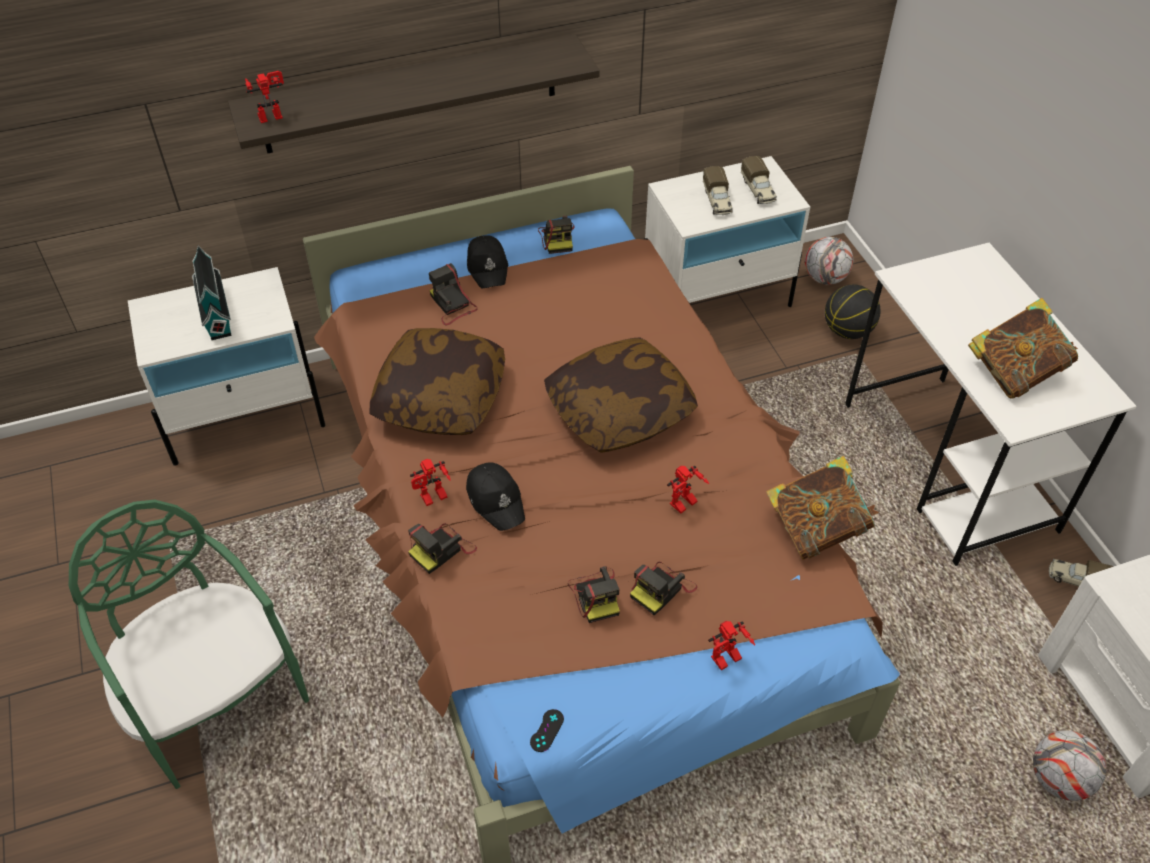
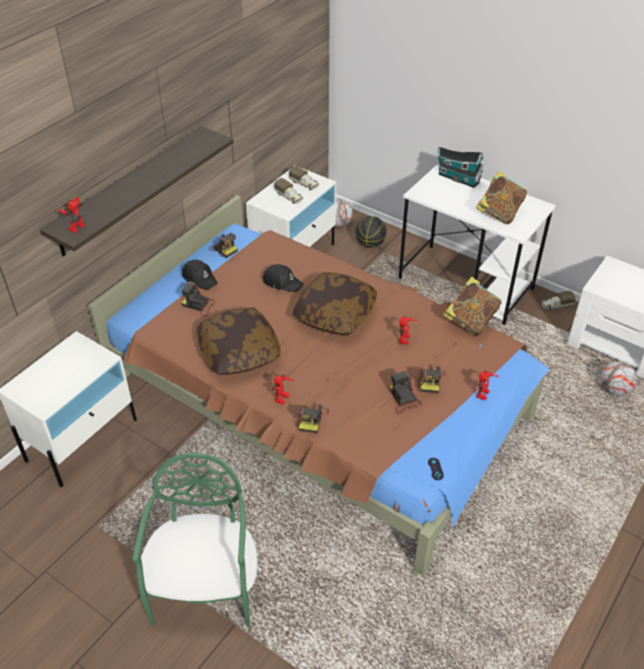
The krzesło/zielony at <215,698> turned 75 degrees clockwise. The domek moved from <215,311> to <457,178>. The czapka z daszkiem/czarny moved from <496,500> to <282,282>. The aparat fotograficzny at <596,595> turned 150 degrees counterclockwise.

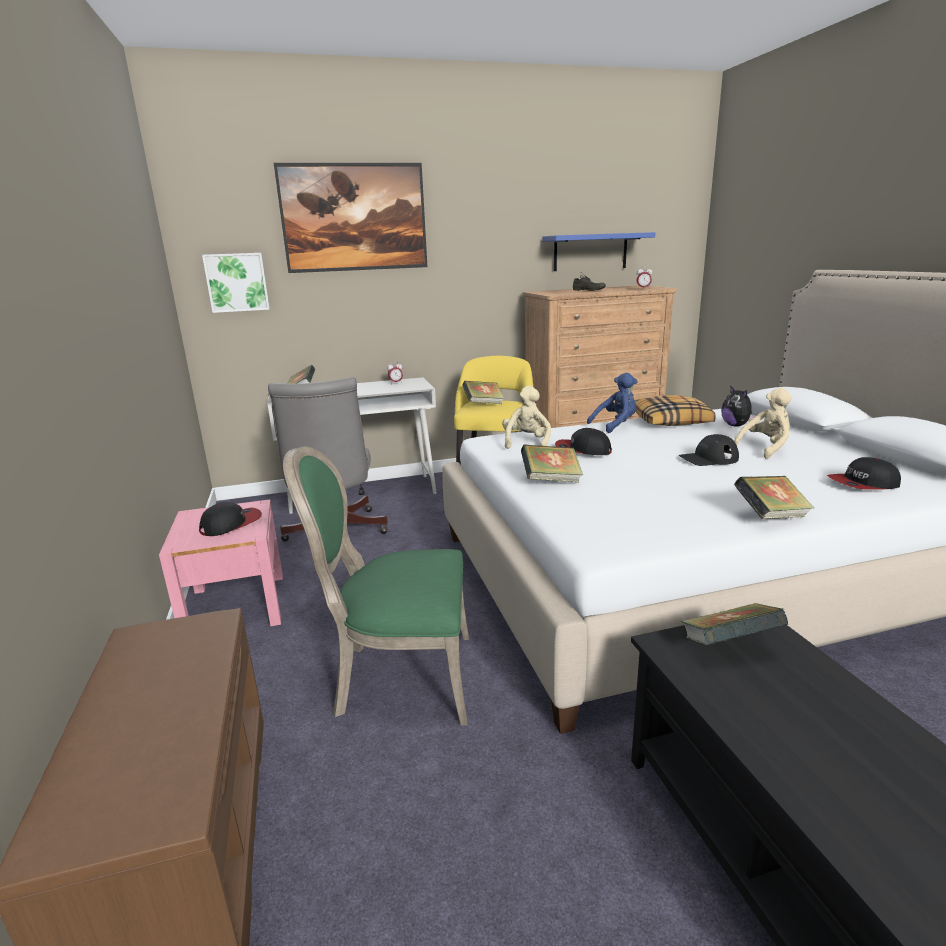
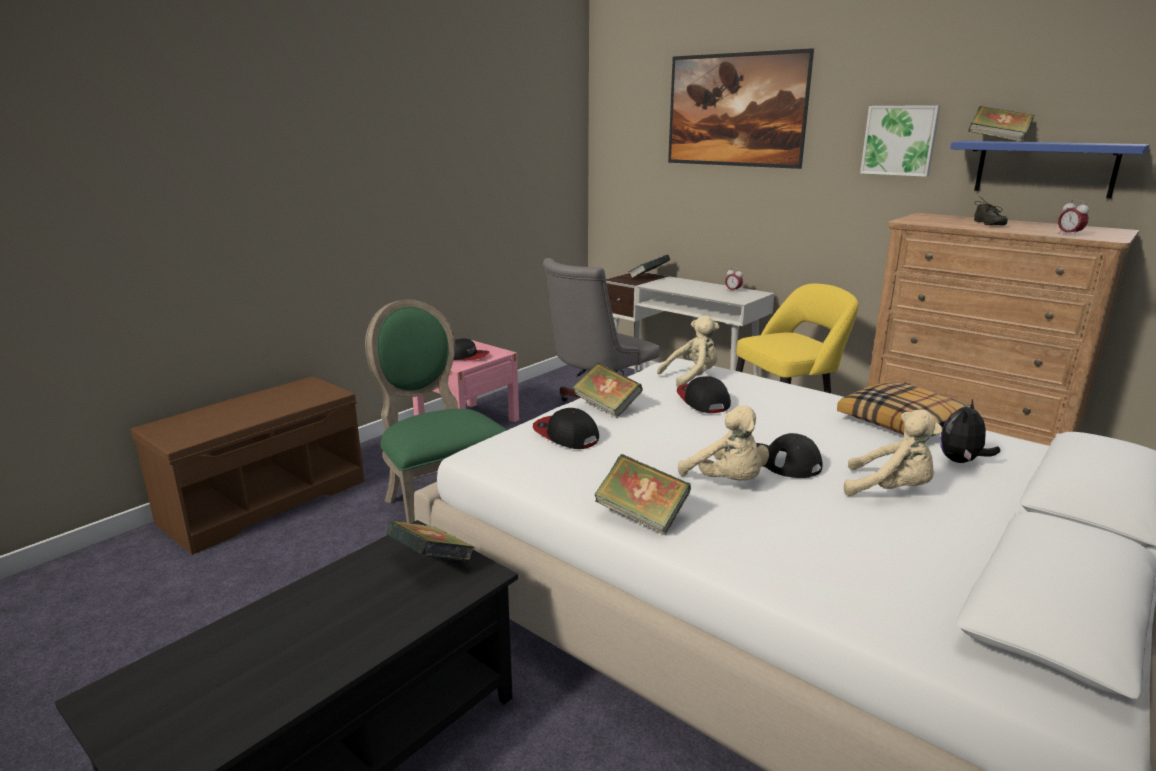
The obraz moved from <237,282> to <900,140>. The książka moved from <483,404> to <997,141>. The pluszak/niebieski at <615,425> disappeared. The czapka z daszkiem moved from <863,484> to <565,435>. The pluszak/beżowy at <727,482> appeared.

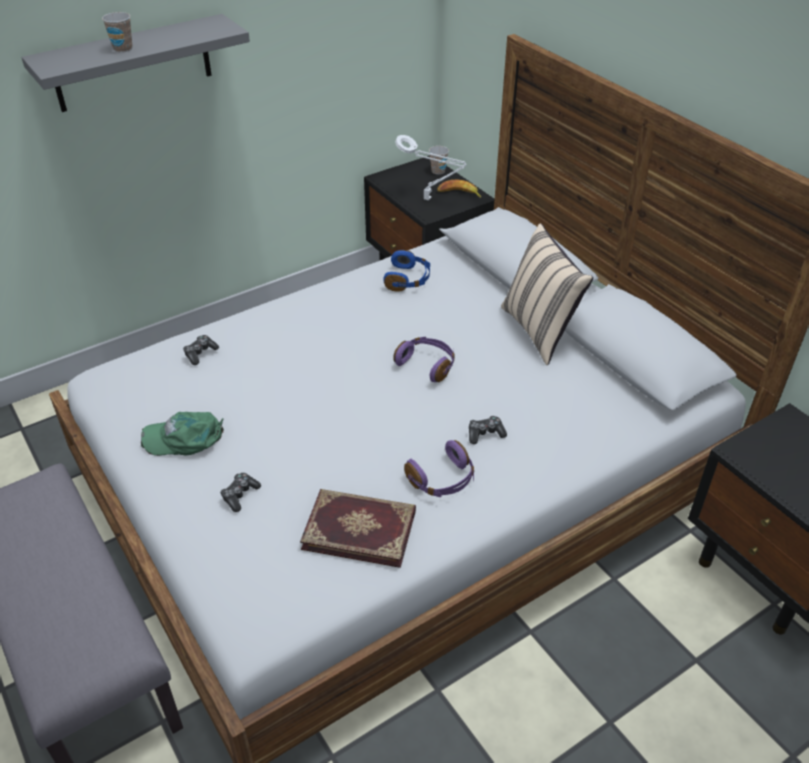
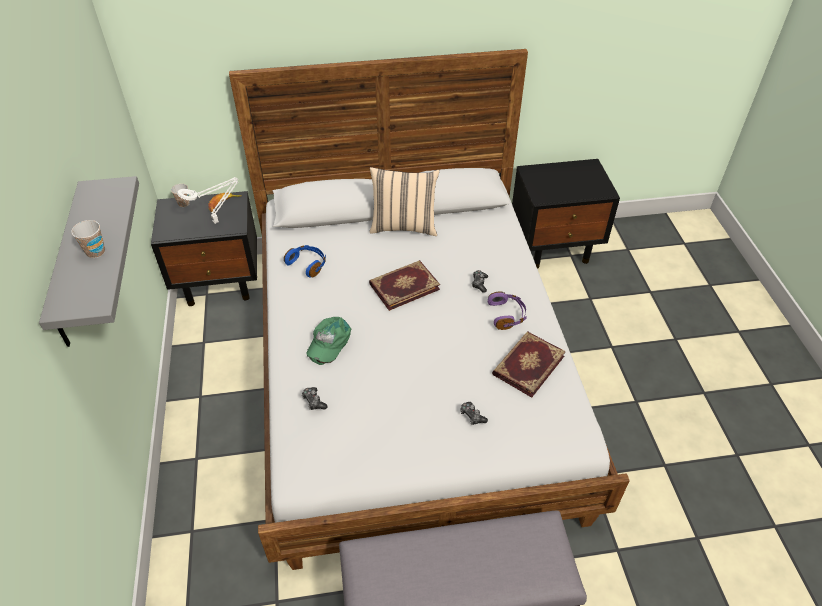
The czapka z daszkiem/zielony moved from <184,438> to <328,342>. The słuchawki/fioletowy at <427,364> was replaced by the książka at <404,286>.

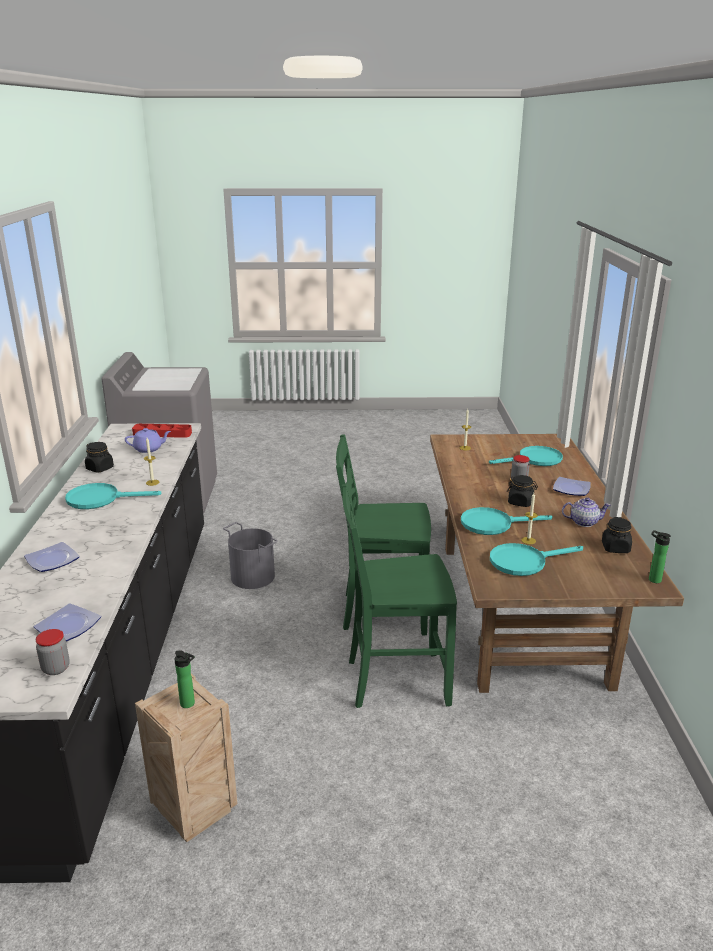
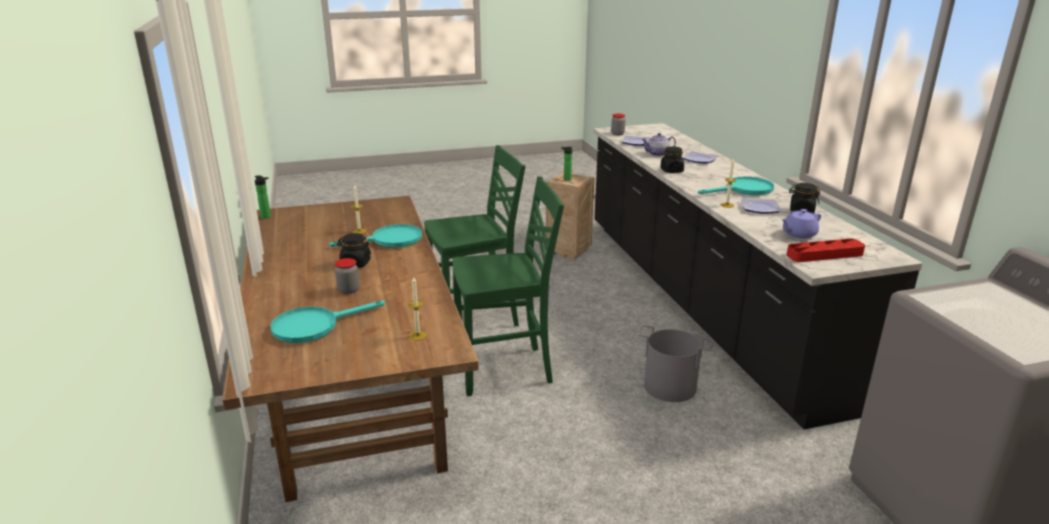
The patelnia/turkusowy at <524,561> disappeared. The talerz moved from <572,489> to <759,208>. The imbryk moved from <583,522> to <658,154>. The słoik/czarny moved from <615,548> to <671,171>.

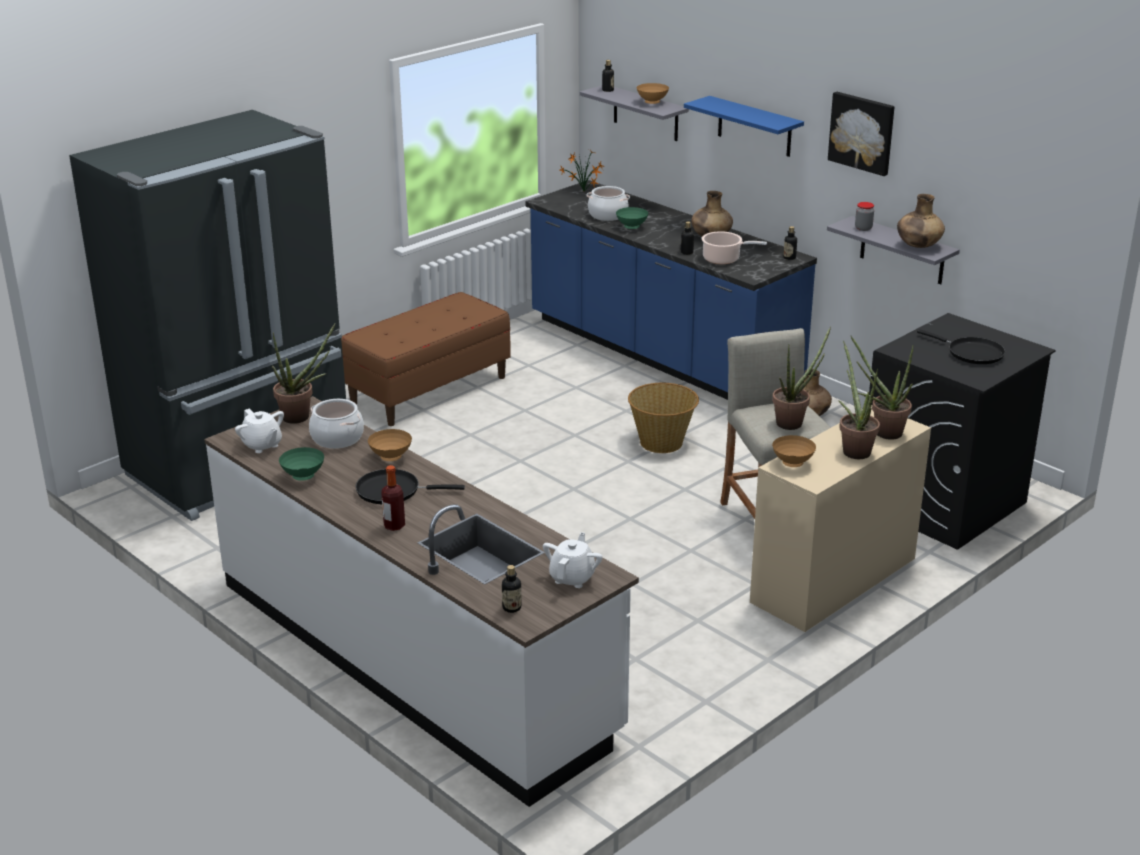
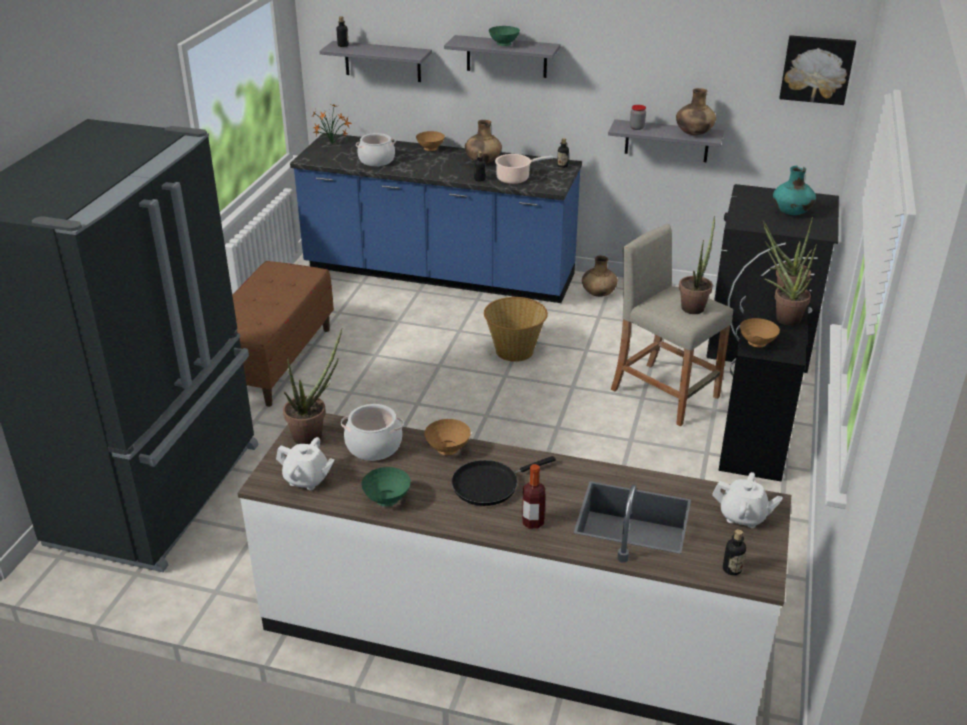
The imbryk/biały at <572,577> turned 120 degrees clockwise. The miska/zielony moved from <632,227> to <504,45>. The miska/brązowy moved from <652,102> to <431,149>. The półka/niebieski at <754,127> became the półka/szary at <506,56>. The biurko/beżowy at <834,580> became the biurko/czarny at <756,428>. The obraz moved from <862,132> to <816,69>. The patelnia/czarny at <971,353> was replaced by the wazon/turkusowy at <791,213>.

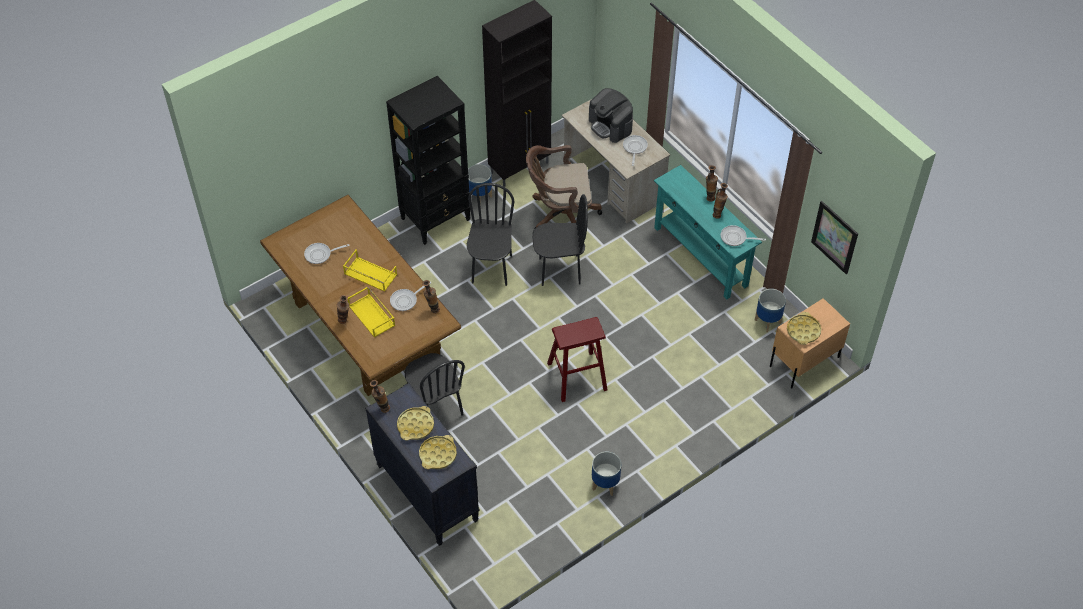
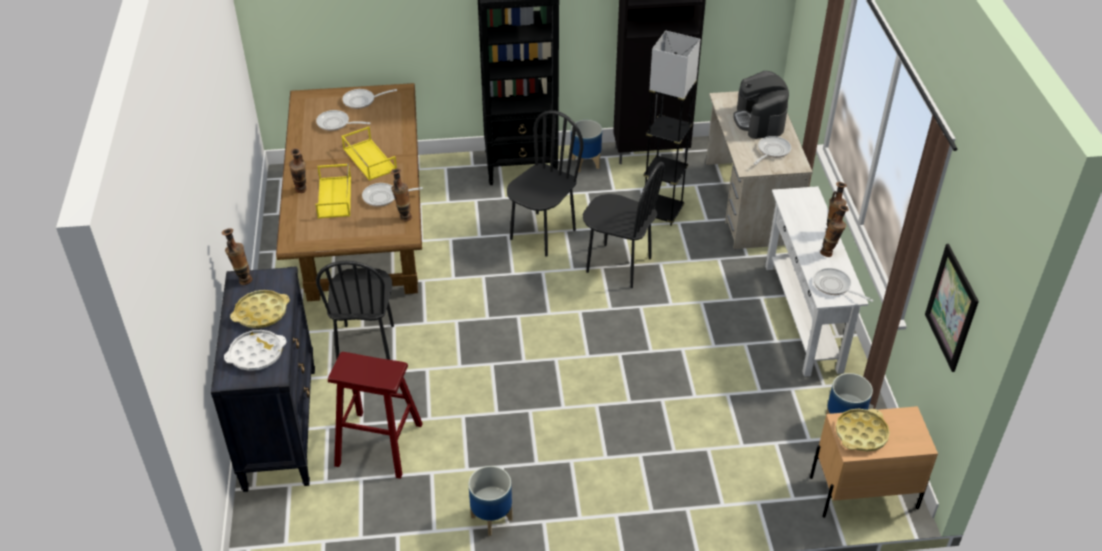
The taca/żółty at <438,454> became the taca/biały at <256,354>. The krzesło biurowe/brązowy at <560,215> was replaced by the lampa stojąca/szary at <662,212>. The stołek/czerwony moved from <577,376> to <379,444>. The stolik konsolowy/turkusowy at <701,256> became the stolik konsolowy/biały at <803,317>. The patelnia at <362,101> appeared.

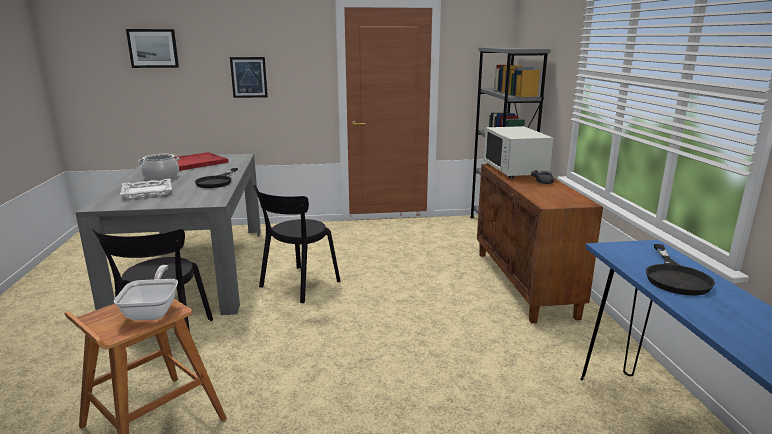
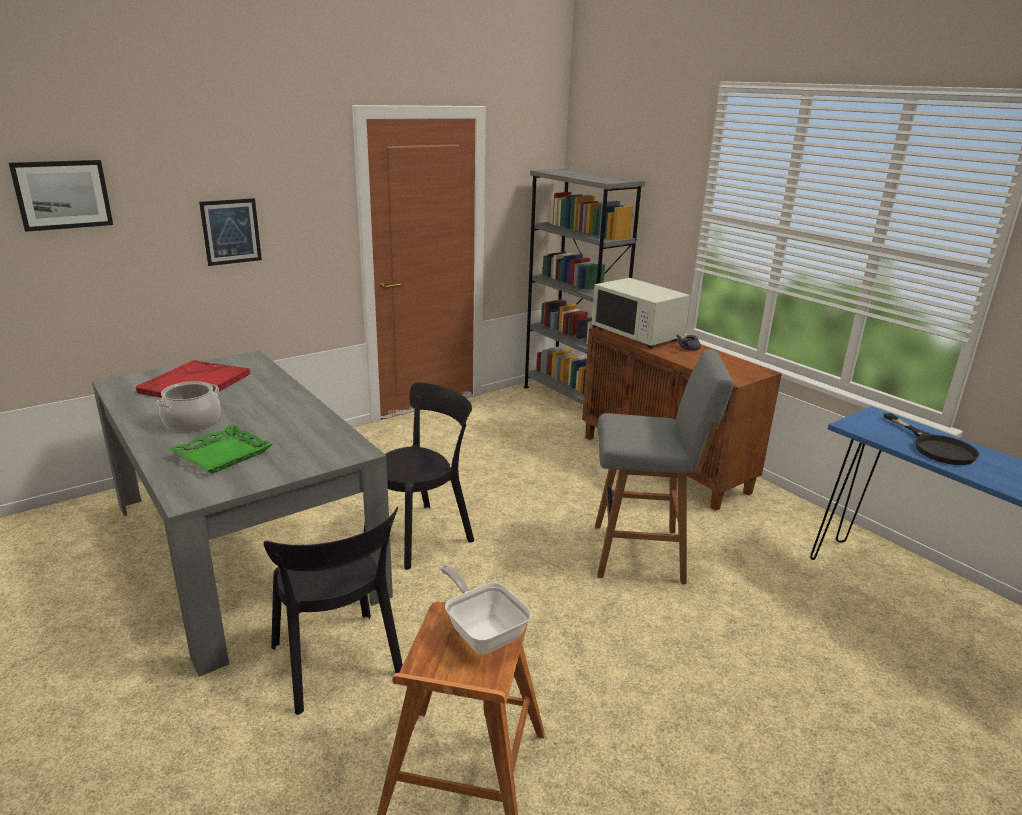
The taca/biały at <147,192> became the taca/zielony at <222,454>. The patelnia/czarny at <217,181> disappeared. The krzesło/czarny at <297,285> turned 135 degrees counterclockwise. The stołek/szary at <642,553> appeared.

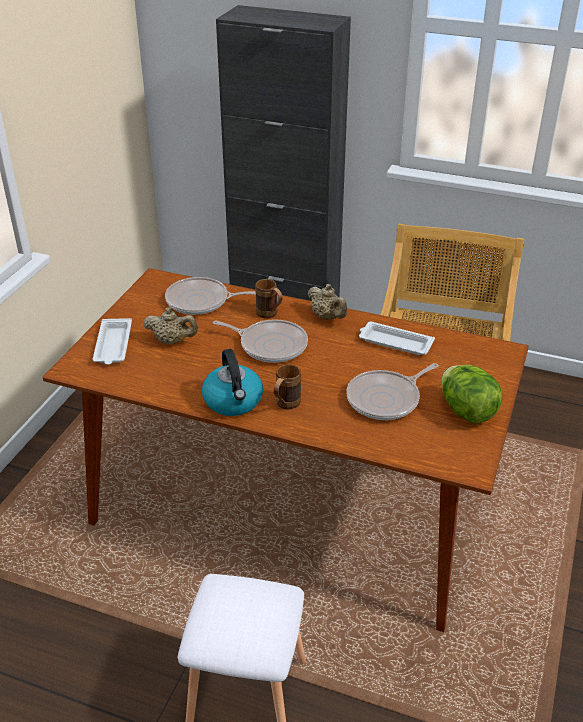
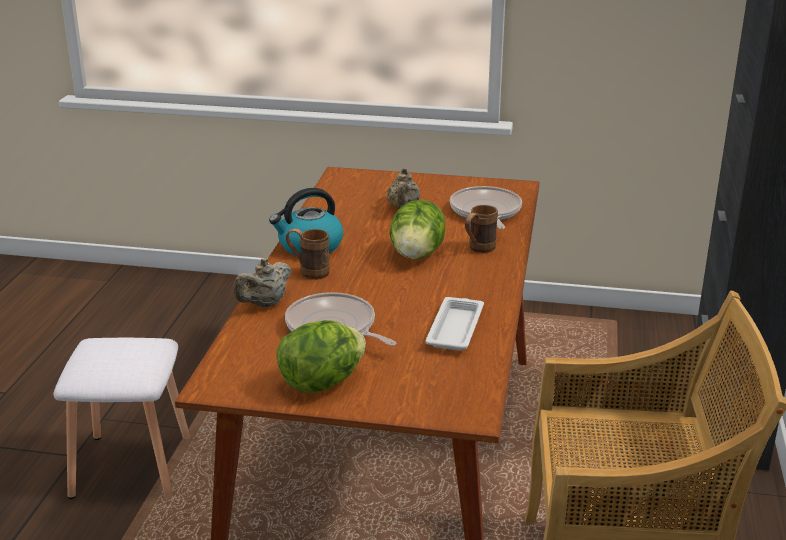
The taca/biały at <113,346> disappeared. The patelnia at <270,345> was replaced by the sałata at <417,255>. The imbryk/beżowy moved from <327,317> to <265,304>.

